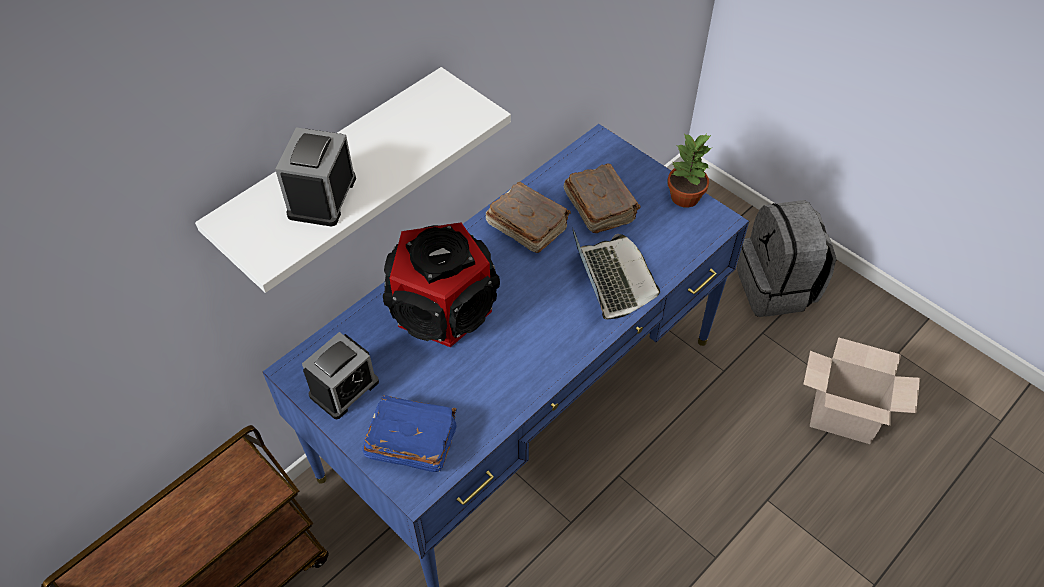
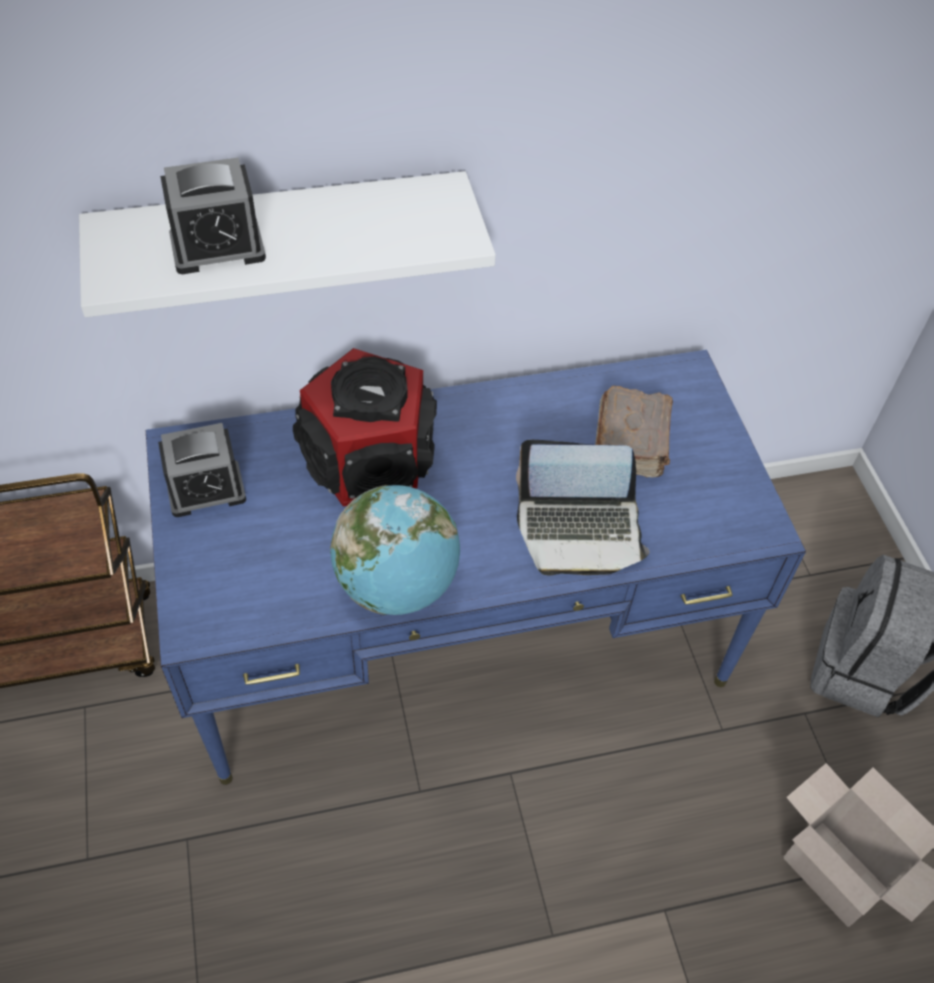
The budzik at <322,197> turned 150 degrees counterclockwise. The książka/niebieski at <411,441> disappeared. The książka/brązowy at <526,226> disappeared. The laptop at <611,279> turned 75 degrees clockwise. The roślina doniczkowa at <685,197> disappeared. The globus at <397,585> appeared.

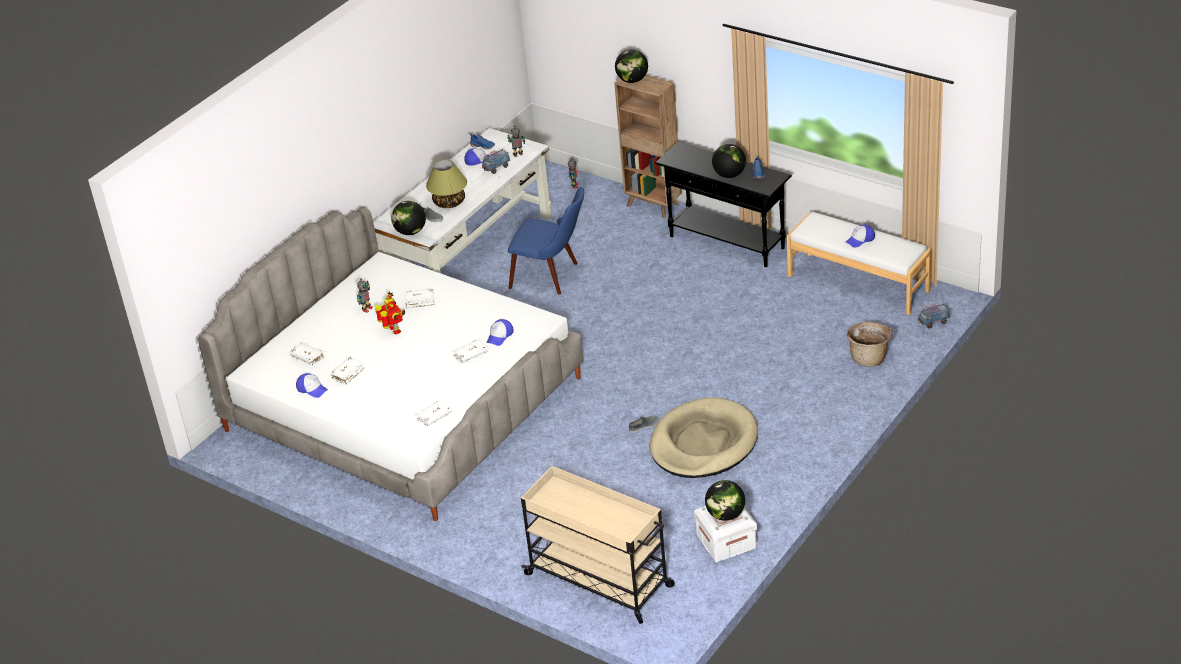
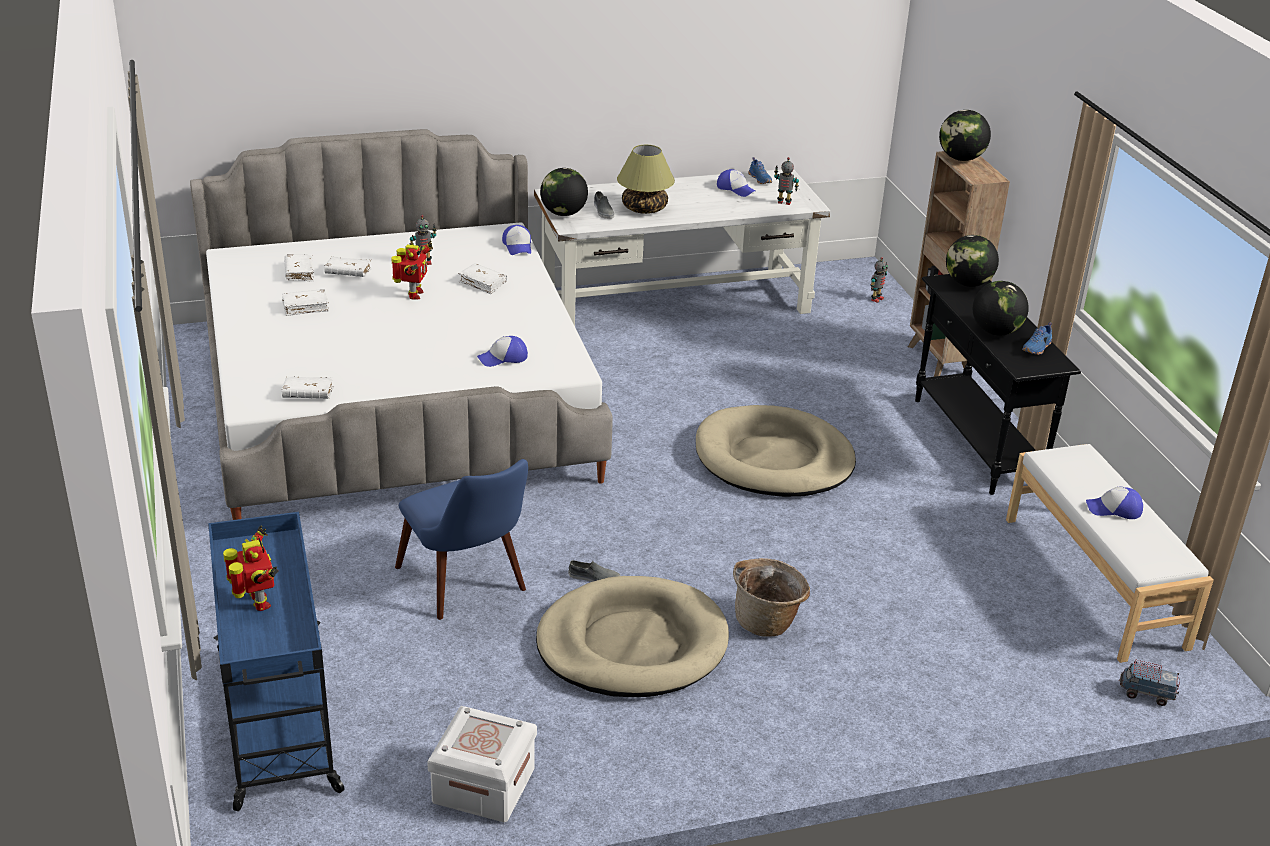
The czapka z daszkiem moved from <312,389> to <518,246>. The książka/biały moved from <471,354> to <348,273>. The ciężarówka zabawkowa at <496,168> disappeared. The krzesło/niebieski moved from <552,276> to <469,587>. The wózek/beżowy at <600,581> became the wózek/niebieski at <278,721>. The globus moved from <725,515> to <968,283>. The koszyk moved from <869,357> to <767,621>. The robot zabawkowy at <258,603> appeared. The legowisko/beżowy at <773,458> appeared.

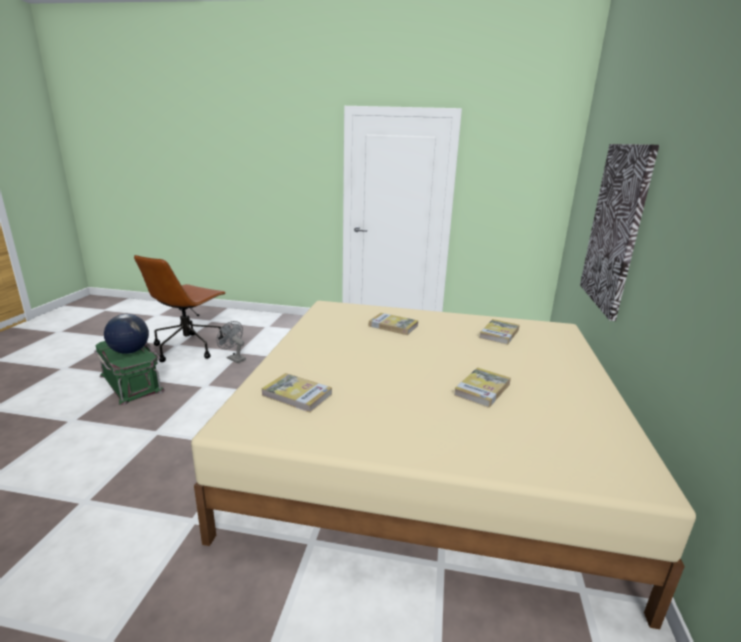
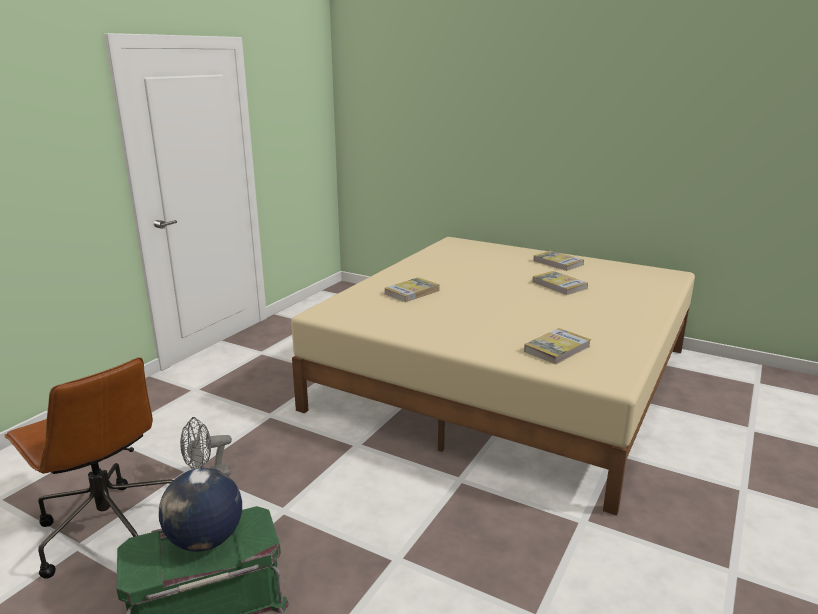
The książka moved from <499,334> to <558,263>. The obraz at <615,228> disappeared.

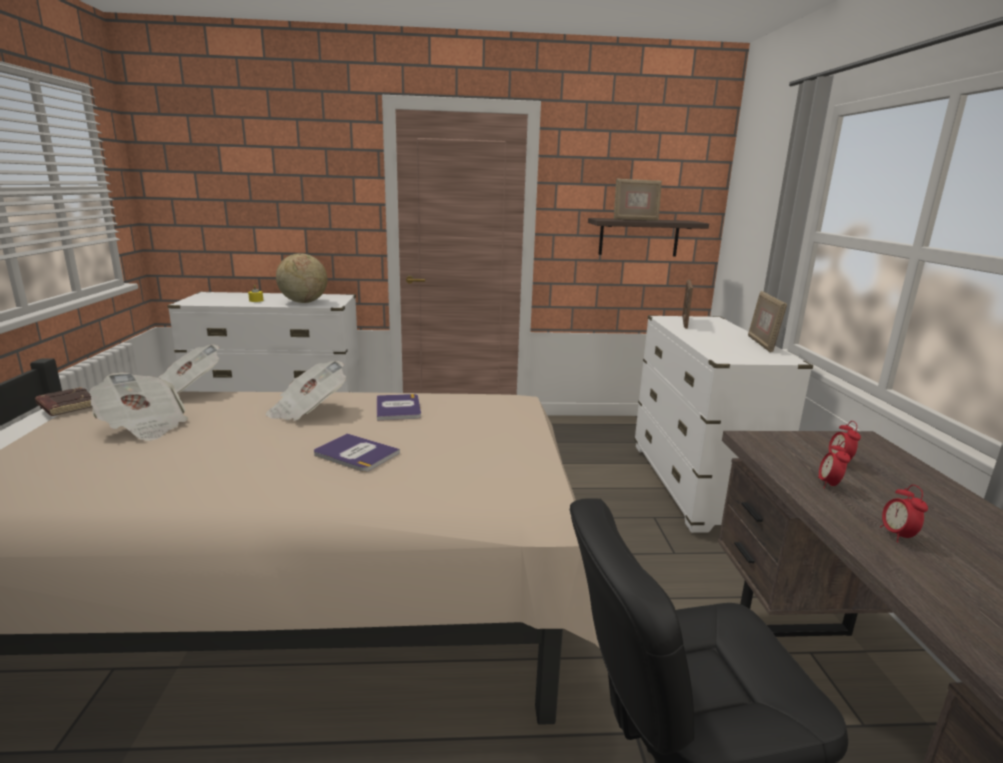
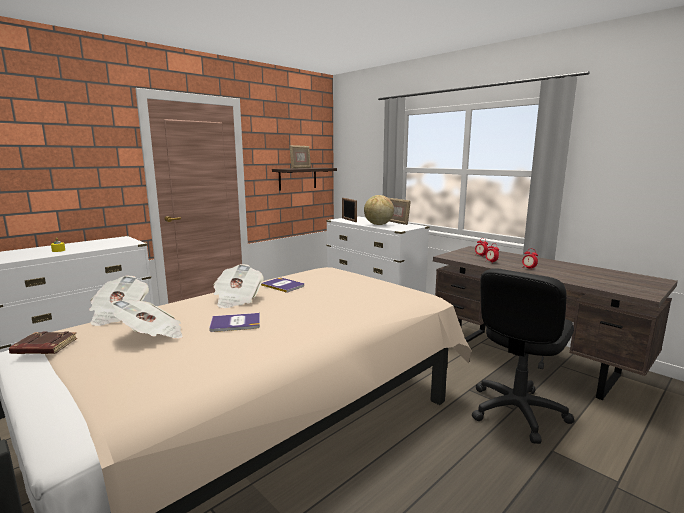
The globus moved from <303,302> to <378,224>. The książka moved from <355,454> to <235,323>.

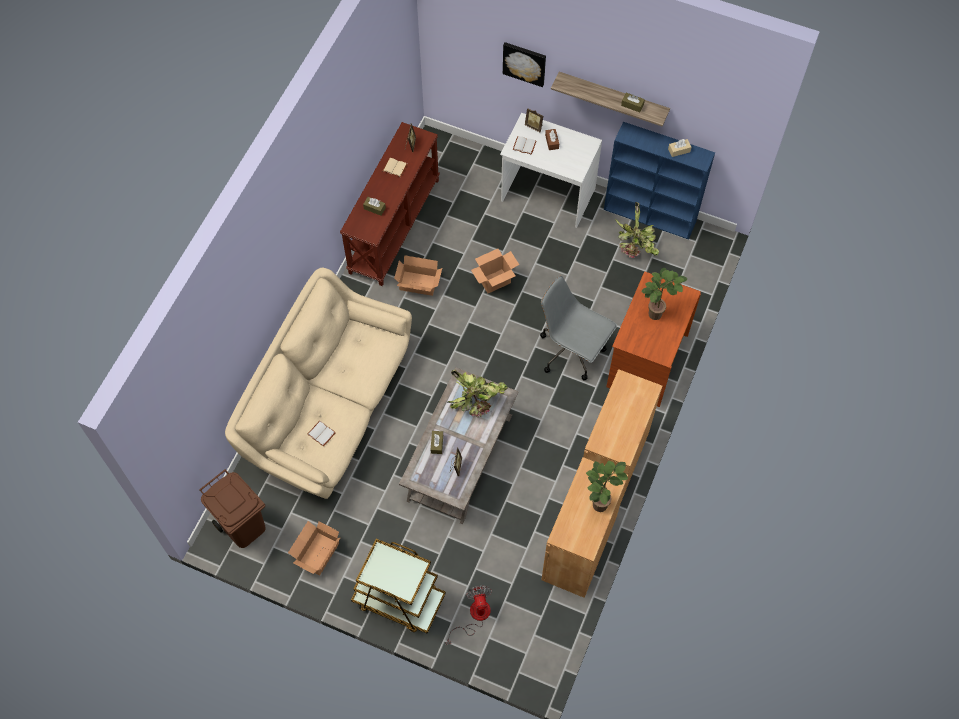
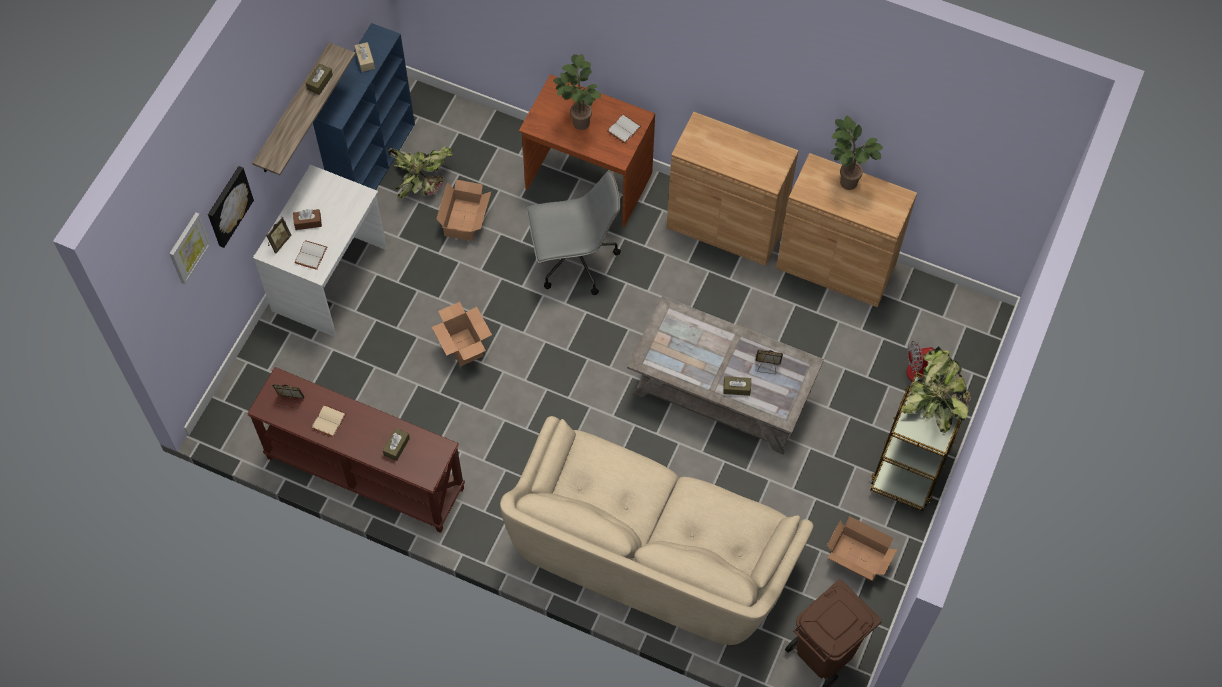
The książka/biały moved from <322,433> to <623,128>. The karton moved from <419,284> to <466,219>. The roślina doniczkowa moved from <476,401> to <934,402>. The krzesło biurowe/szary at <572,352> turned 135 degrees counterclockwise. The obraz at <188,247> appeared.

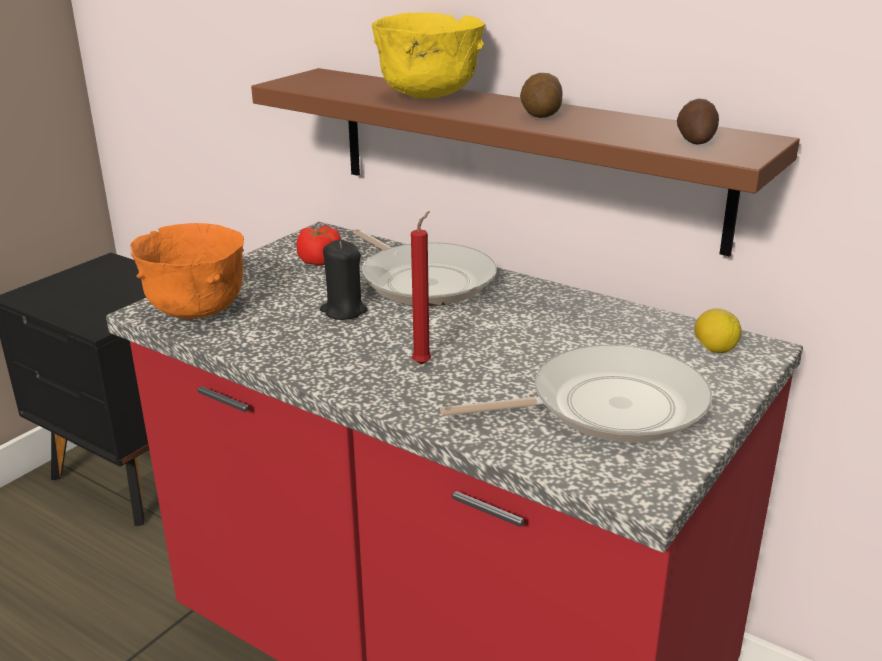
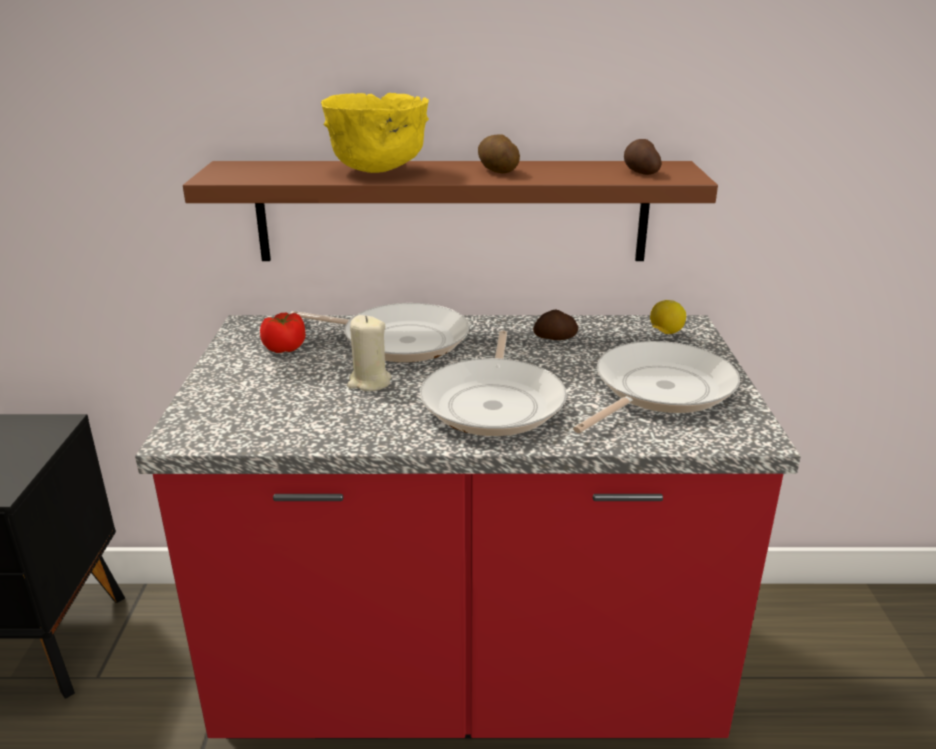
The miska/pomarańczowy at <197,311> disappeared. The świeca/czarny at <344,311> became the świeca/beżowy at <369,382>. The świeca/czerwony at <424,363> was replaced by the patelnia at <494,402>. The ziemniak at <555,338> appeared.

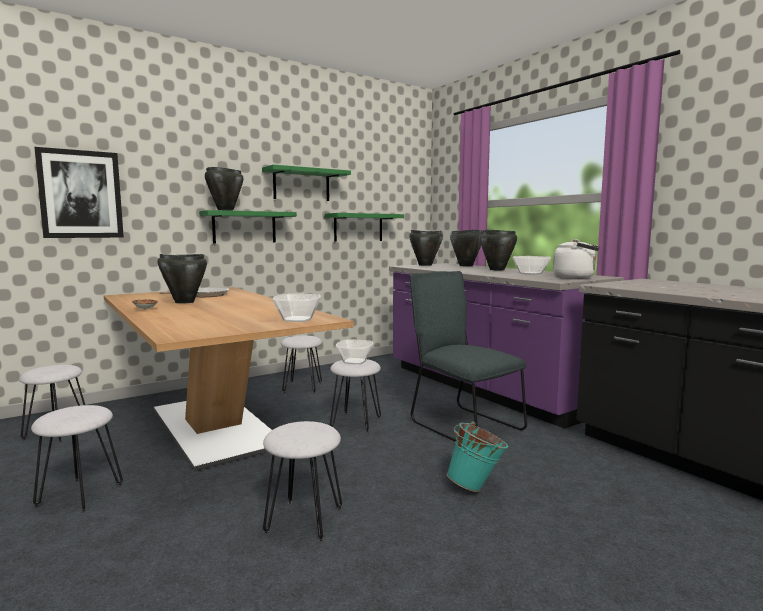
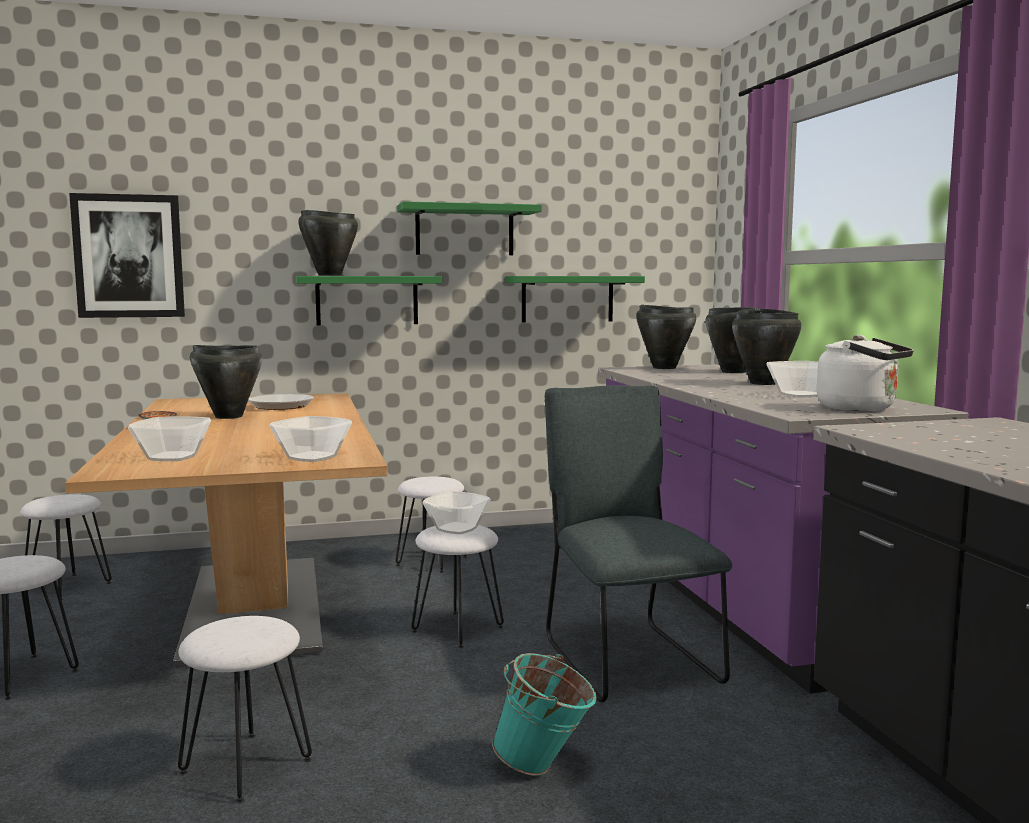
The miska at <173,457> appeared.

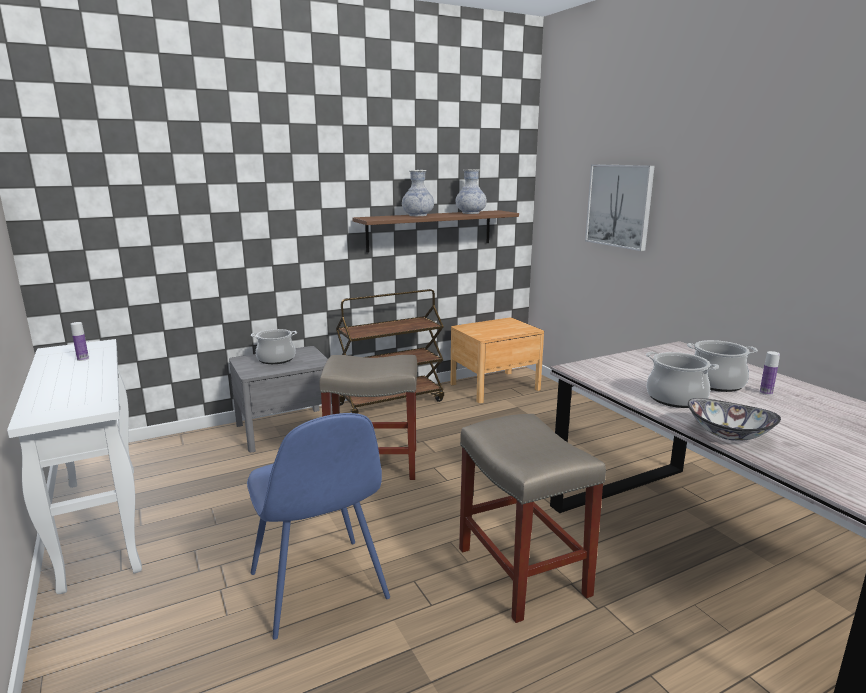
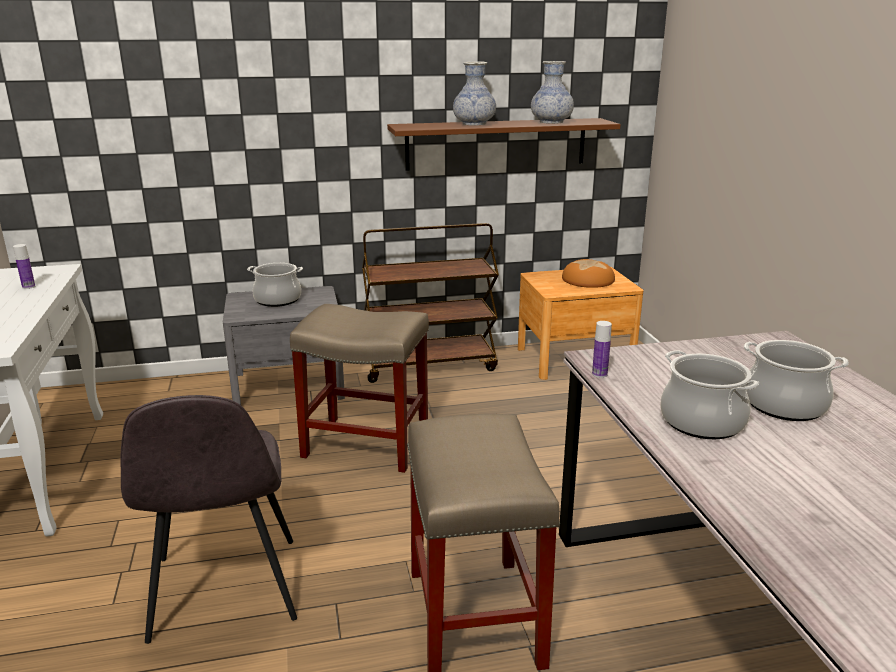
The krzesło/niebieski at <319,588> became the krzesło/szary at <225,591>. The obraz at <619,206> disappeared. The miska at <728,434> disappeared. The butelka moved from <766,393> to <599,374>. The chleb at <587,280> appeared.

